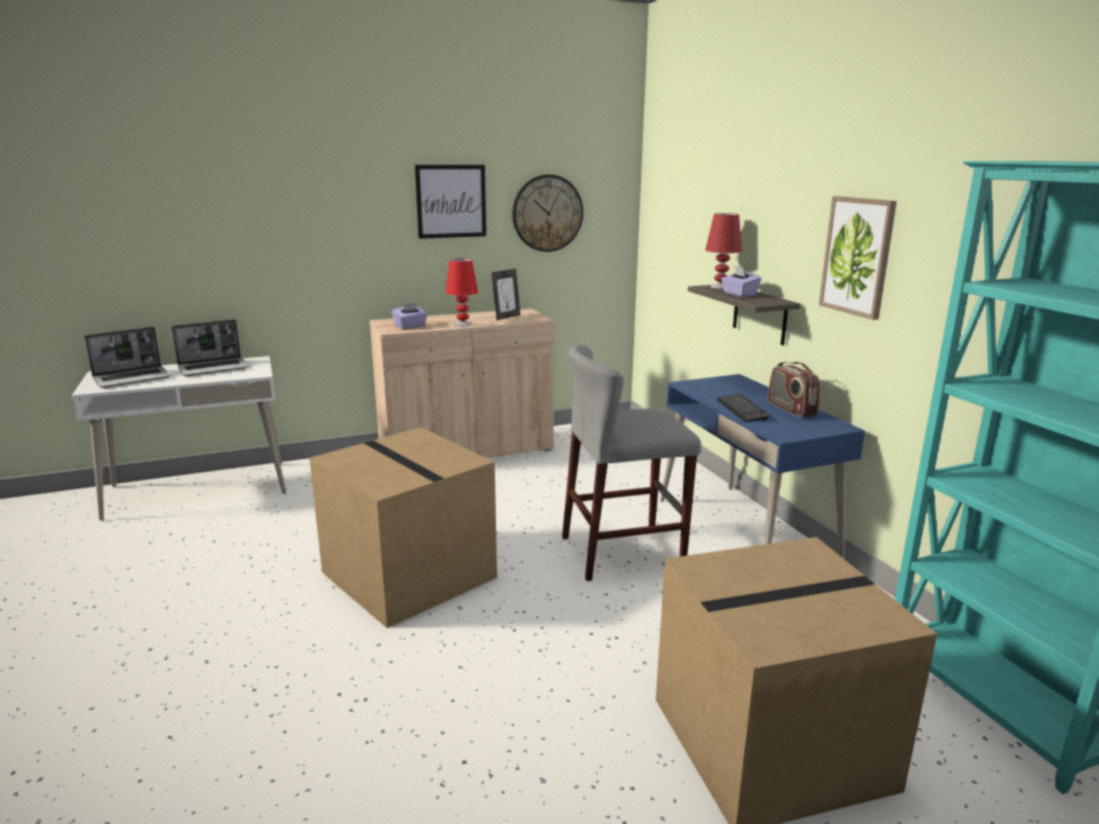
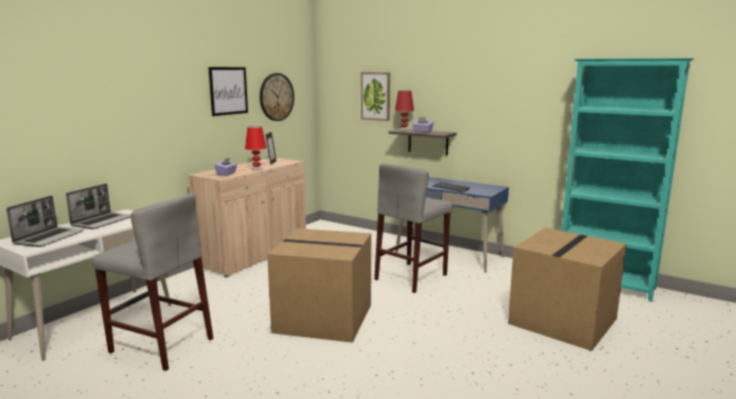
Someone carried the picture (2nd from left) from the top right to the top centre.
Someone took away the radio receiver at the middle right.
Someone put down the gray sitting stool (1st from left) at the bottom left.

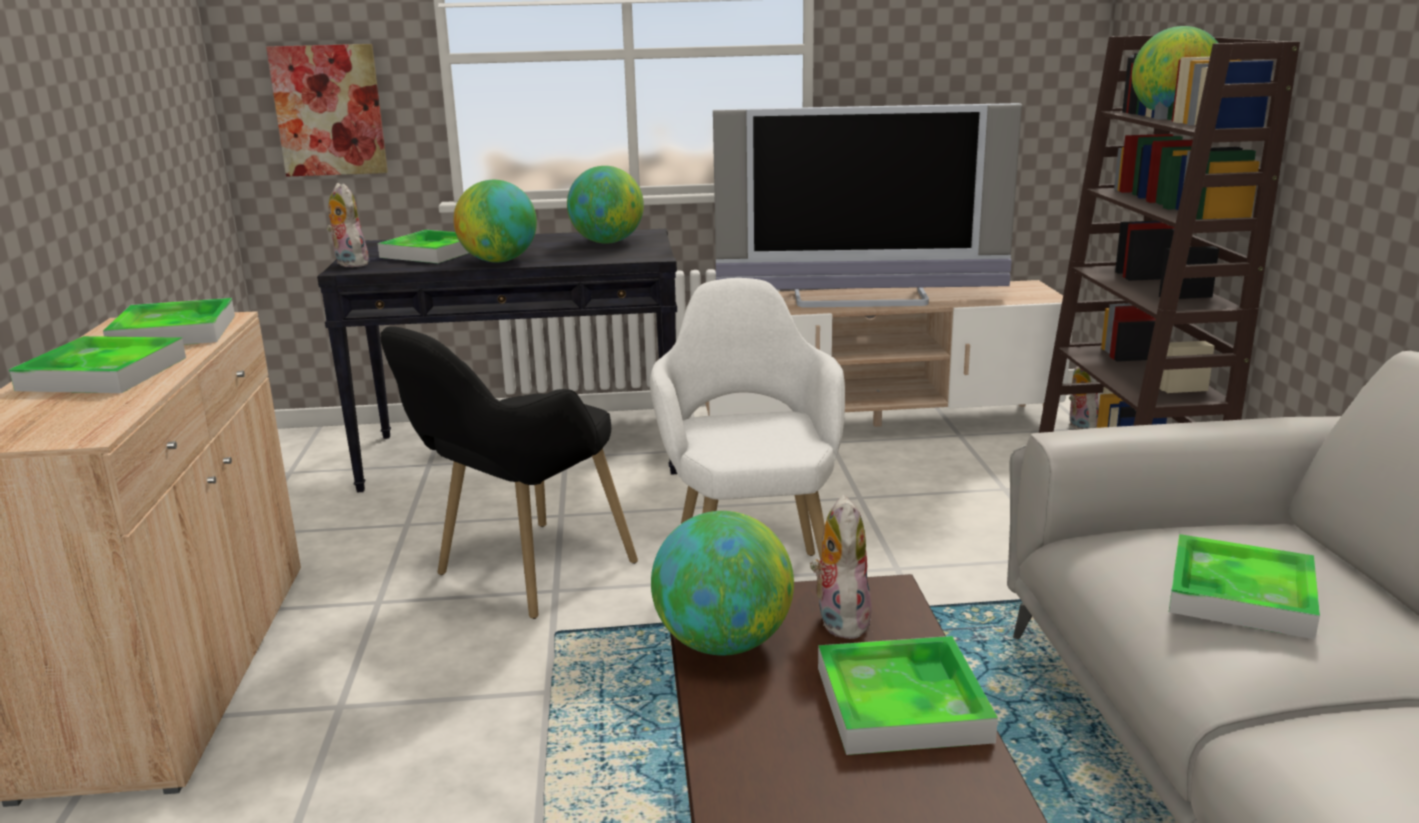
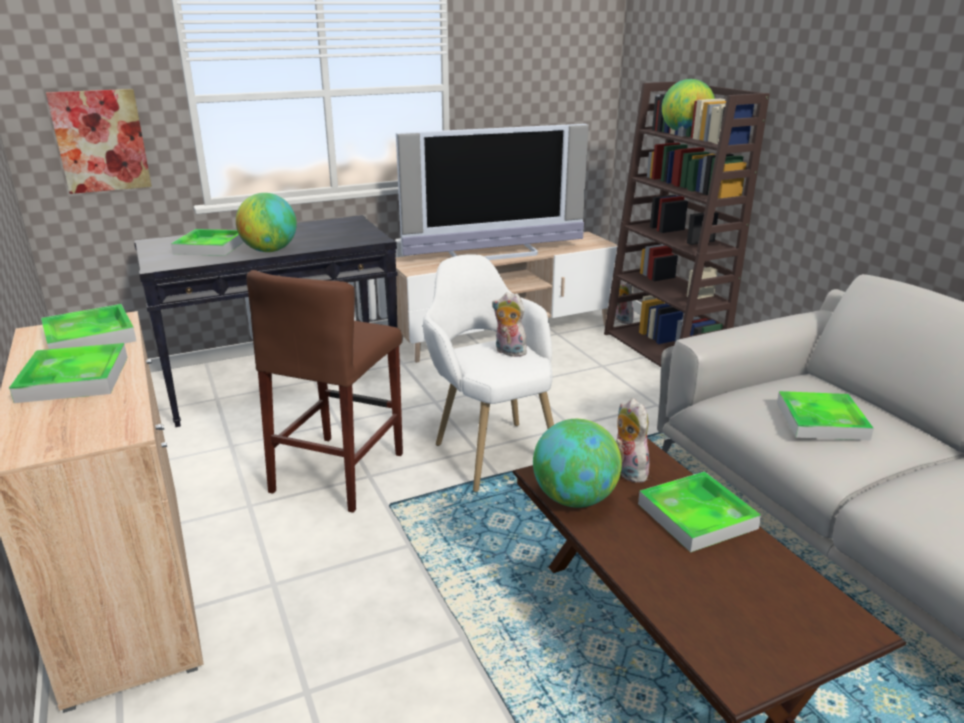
Someone took away the globe (2nd from left) at the top centre.
Someone carried the soft toy (1st from left) from the top left to the centre.
Someone swapped the black-coloured armchair at the centre for the brownish sitting stool at the centre.

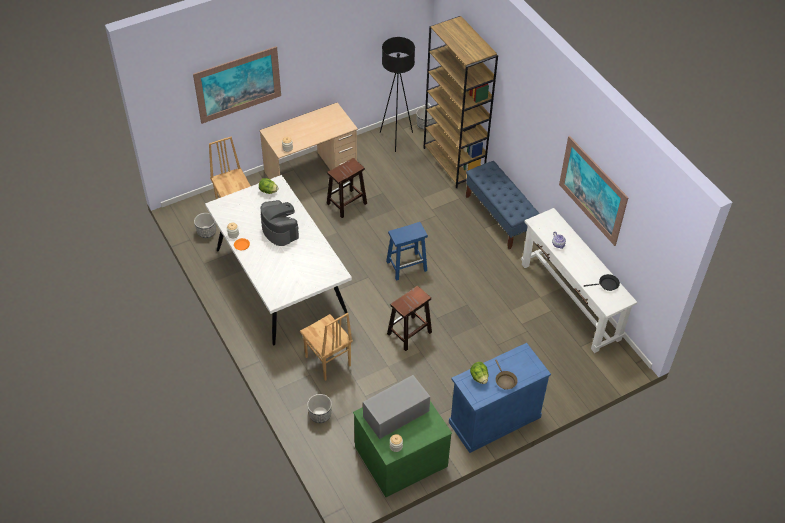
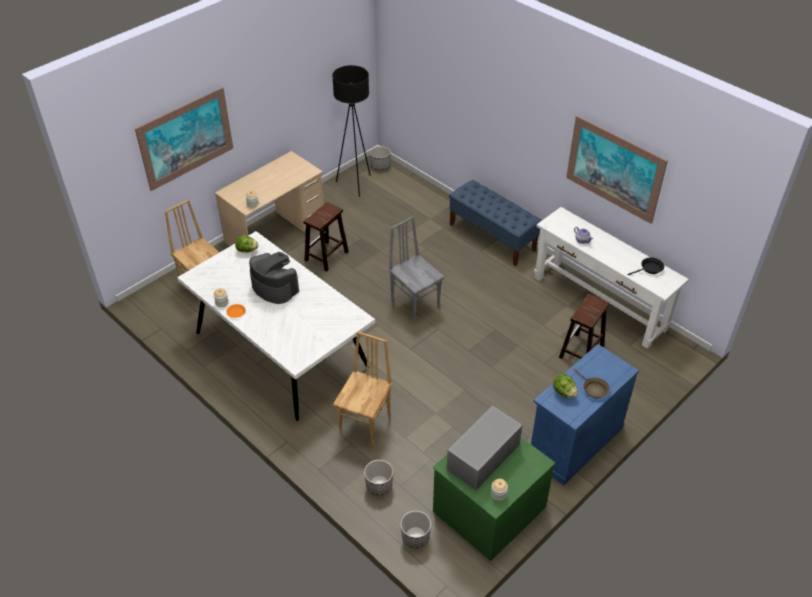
Someone took away the brownish bookshelf at the top centre.
Someone carried the plant pot (1st from left in the first image) from the middle left to the bottom centre.
Someone swapped the bluish sitting stool at the centre for the gray upright chair at the centre.
Someone carried the brownish sitting stool (2nd from left) from the centre to the middle right.
Someone rotated the brownish upright chair (2nd from left) at the centre by 105 degrees counterclockwise.

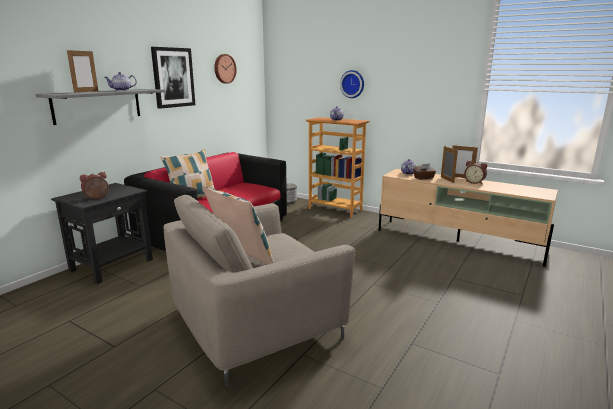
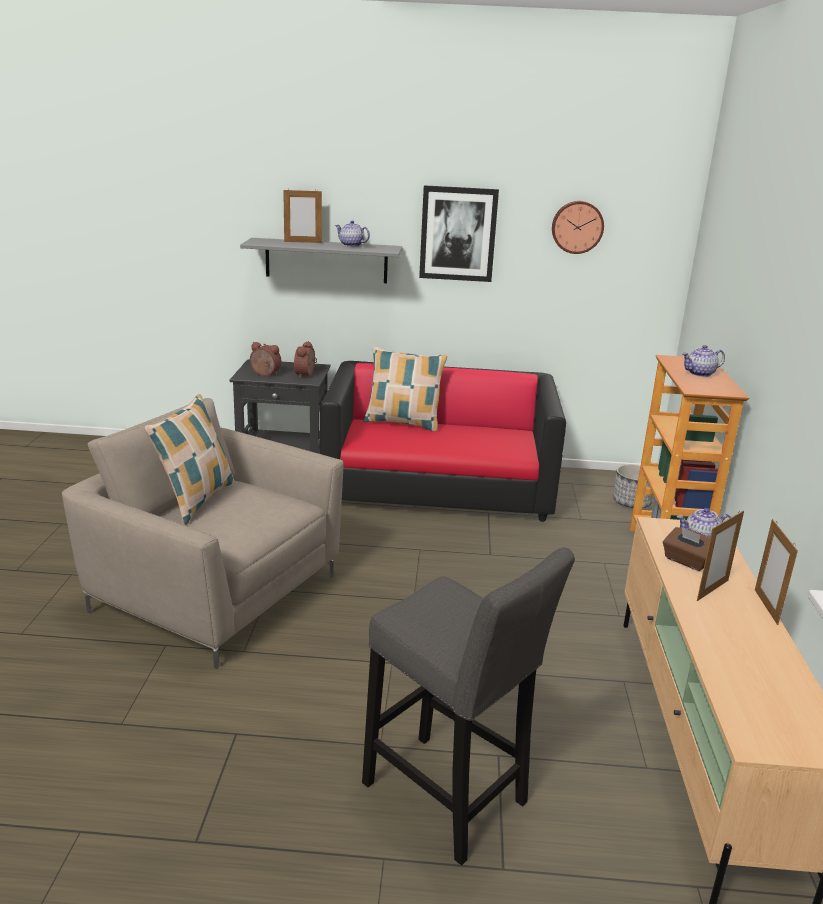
Someone took away the wall clock (2nd from left) at the top centre.
Someone carried the table clock (2nd from left) from the middle right to the centre.
Someone put down the gray sitting stool at the bottom centre.

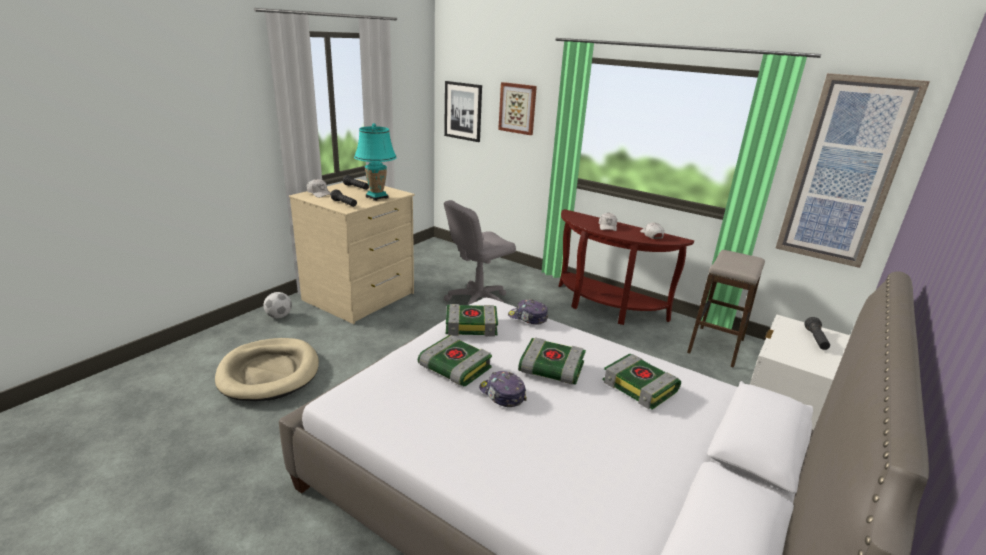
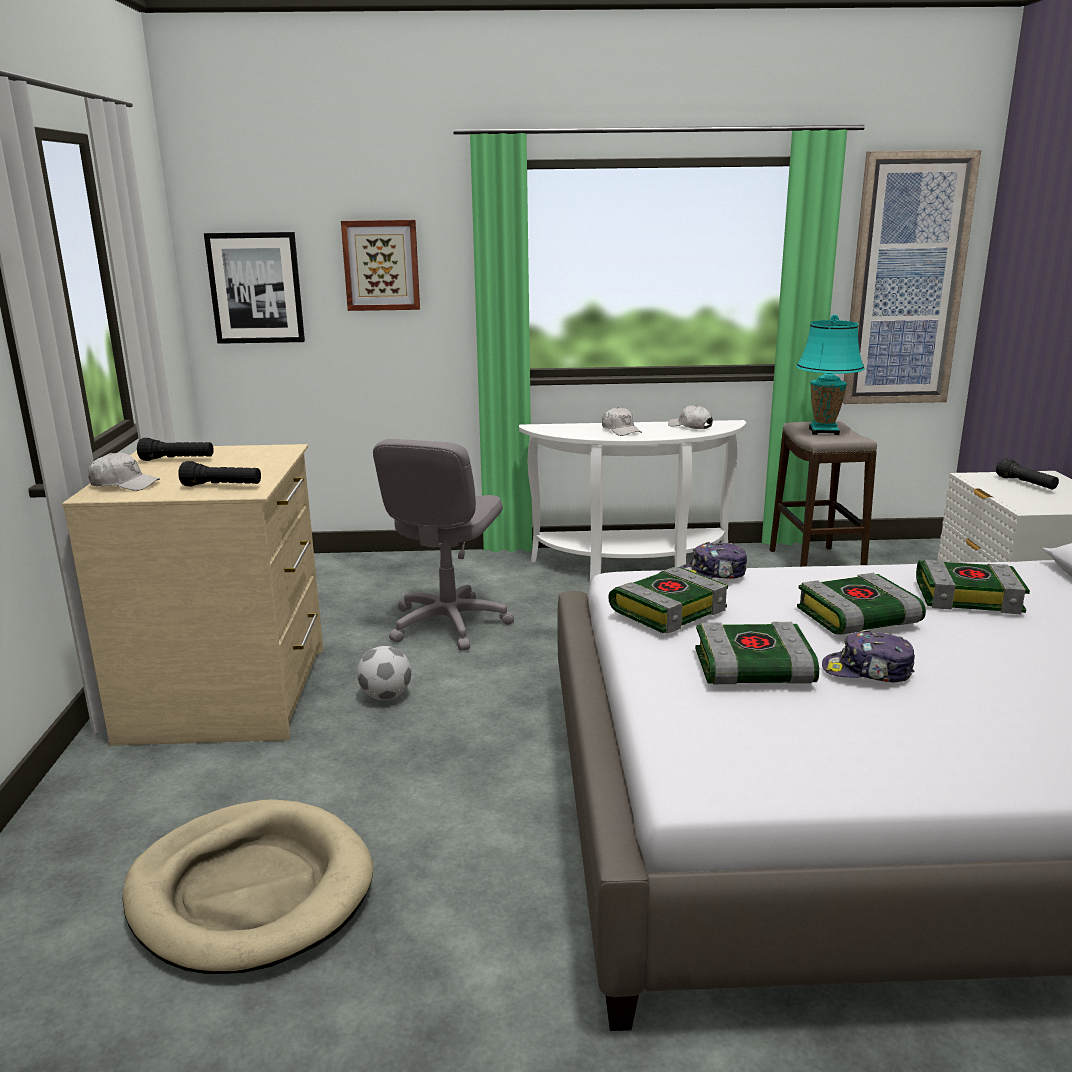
Someone carried the blue-green tabletop lamp from the top centre to the middle right.
Someone repainted the brownish hall table at the centre, which became the white hall table at the centre.
Someone carried the football ball from the middle left to the centre.

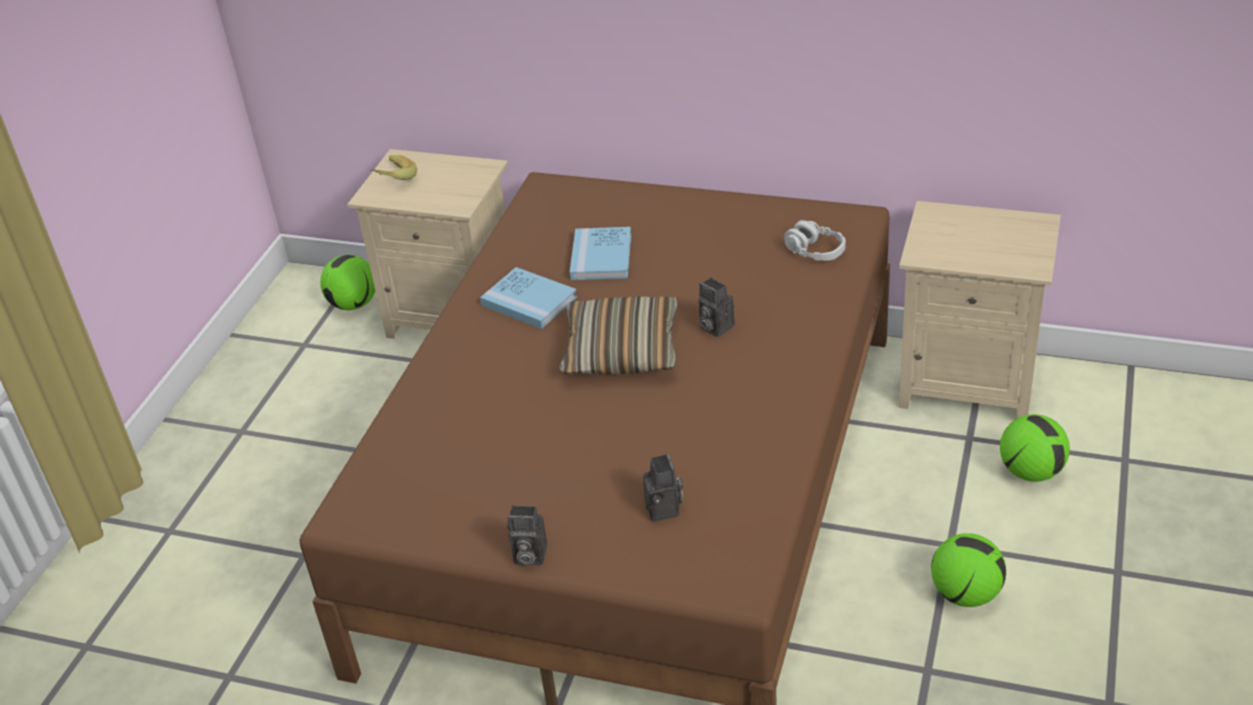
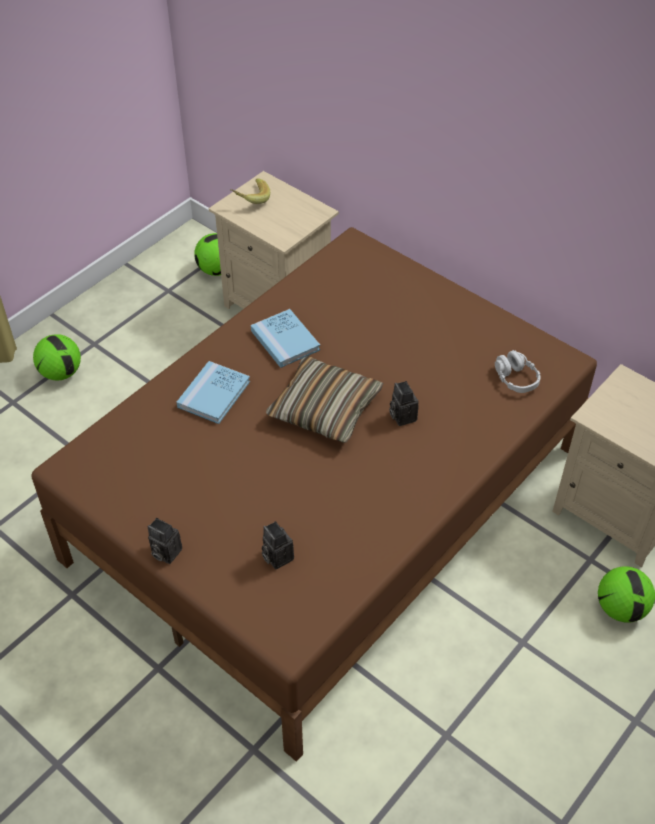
Someone carried the bluish book (2nd from left in the first image) from the centre to the middle left.
Someone rotated the still camera (2nd from left) at the bottom centre by 135 degrees clockwise.
Someone carried the football ball (2nd from left in the first image) from the bottom right to the middle left.

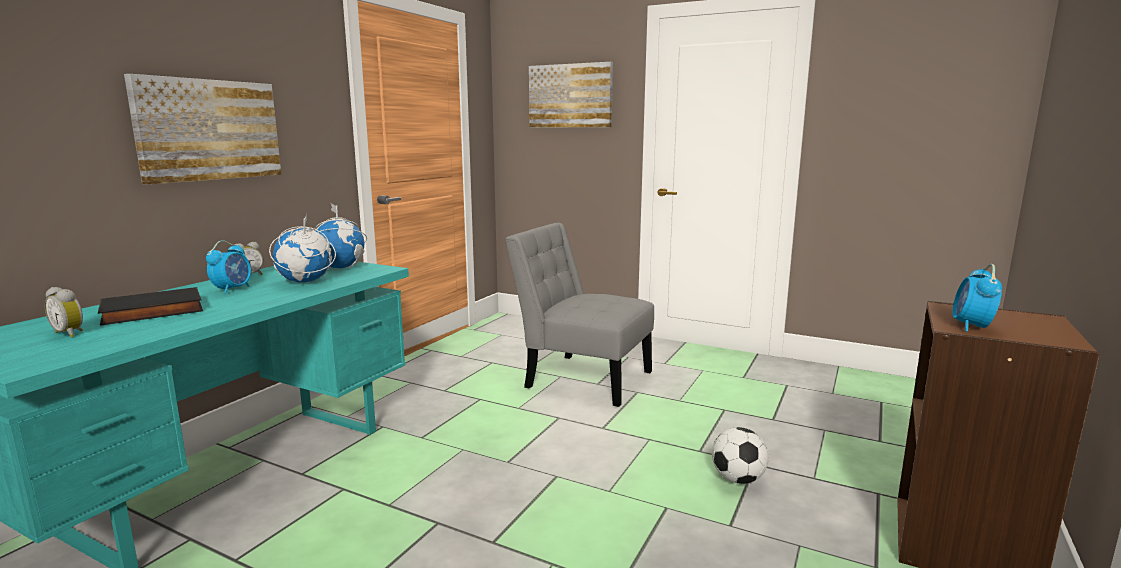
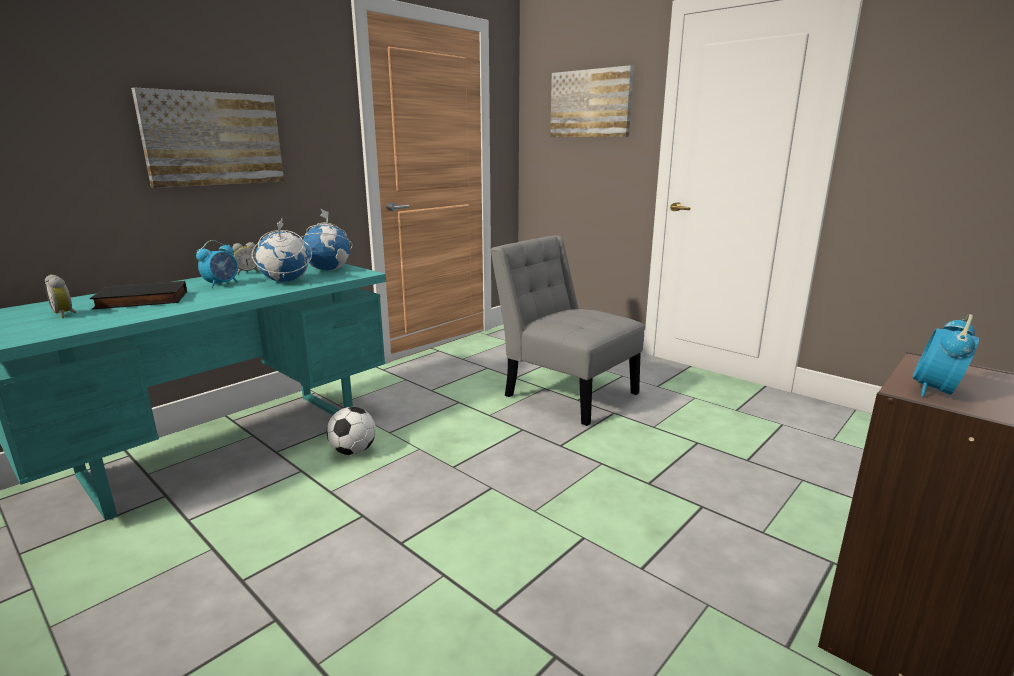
Someone carried the football ball from the bottom centre to the centre.

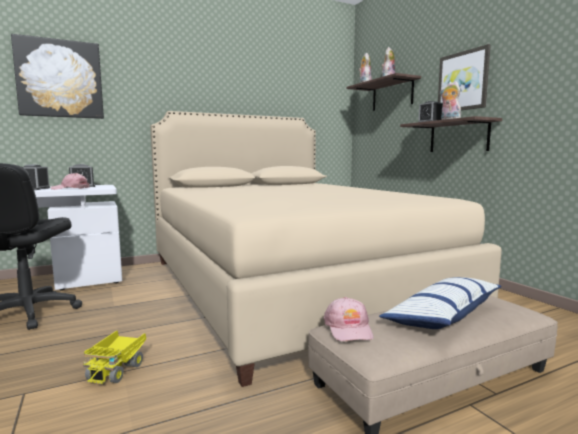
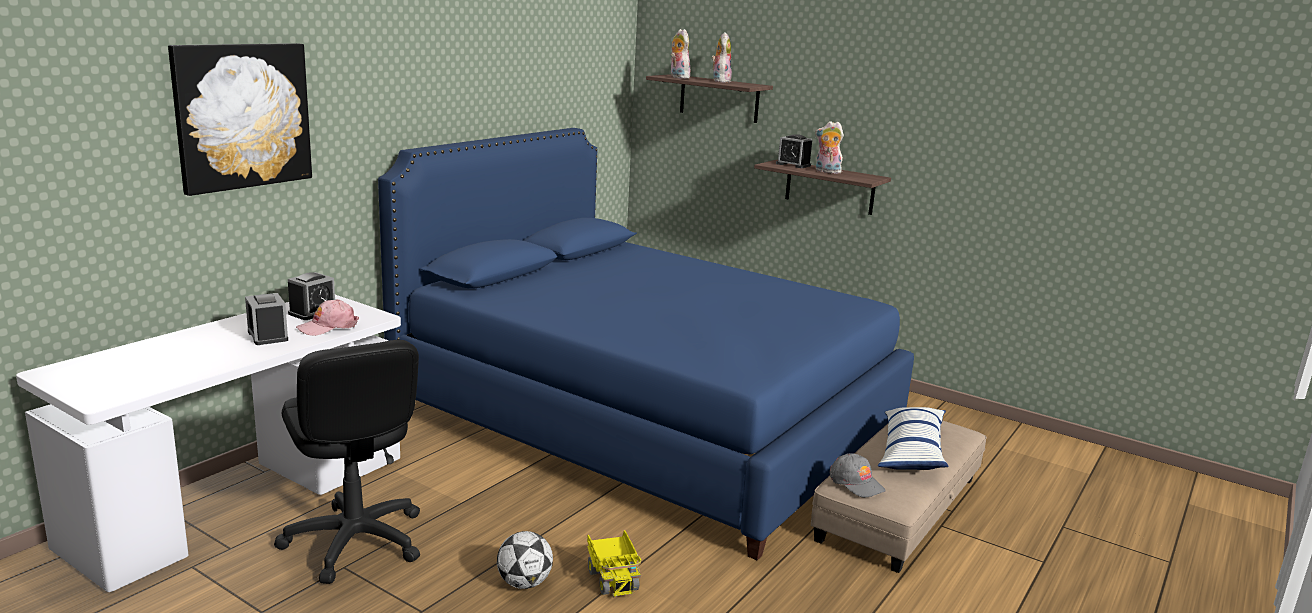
Someone took away the picture (2nd from left) at the top right.
Someone repainted the beige-coloured bedroom bed at the centre, which became the bluish bedroom bed at the centre.
Someone repainted the pinkish peaked cap (2nd from left) at the bottom centre, which became the gray peaked cap at the bottom centre.
Someone put down the football ball at the bottom centre.

